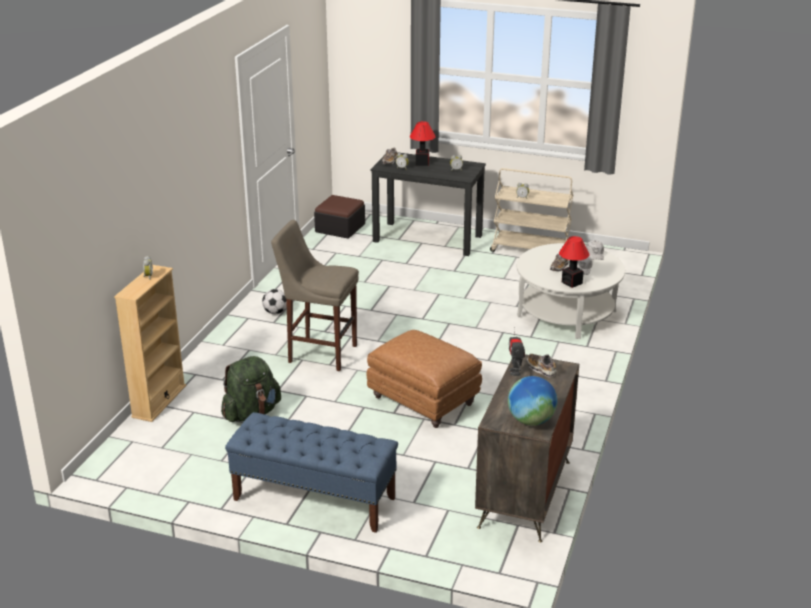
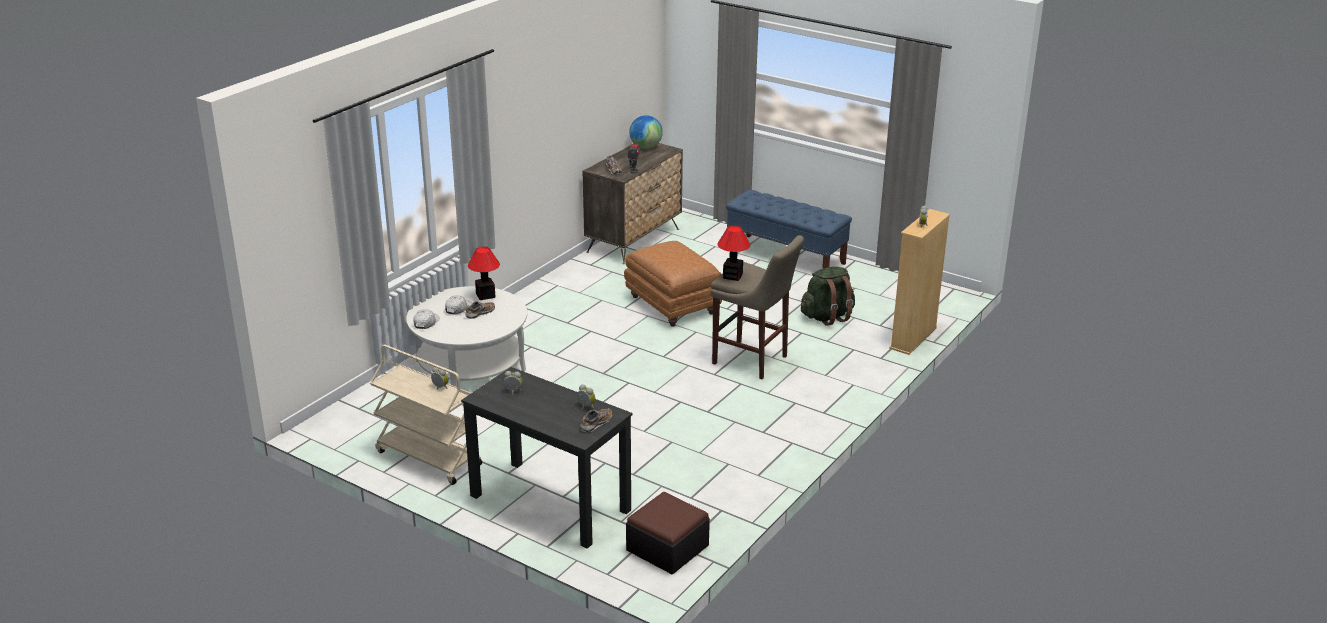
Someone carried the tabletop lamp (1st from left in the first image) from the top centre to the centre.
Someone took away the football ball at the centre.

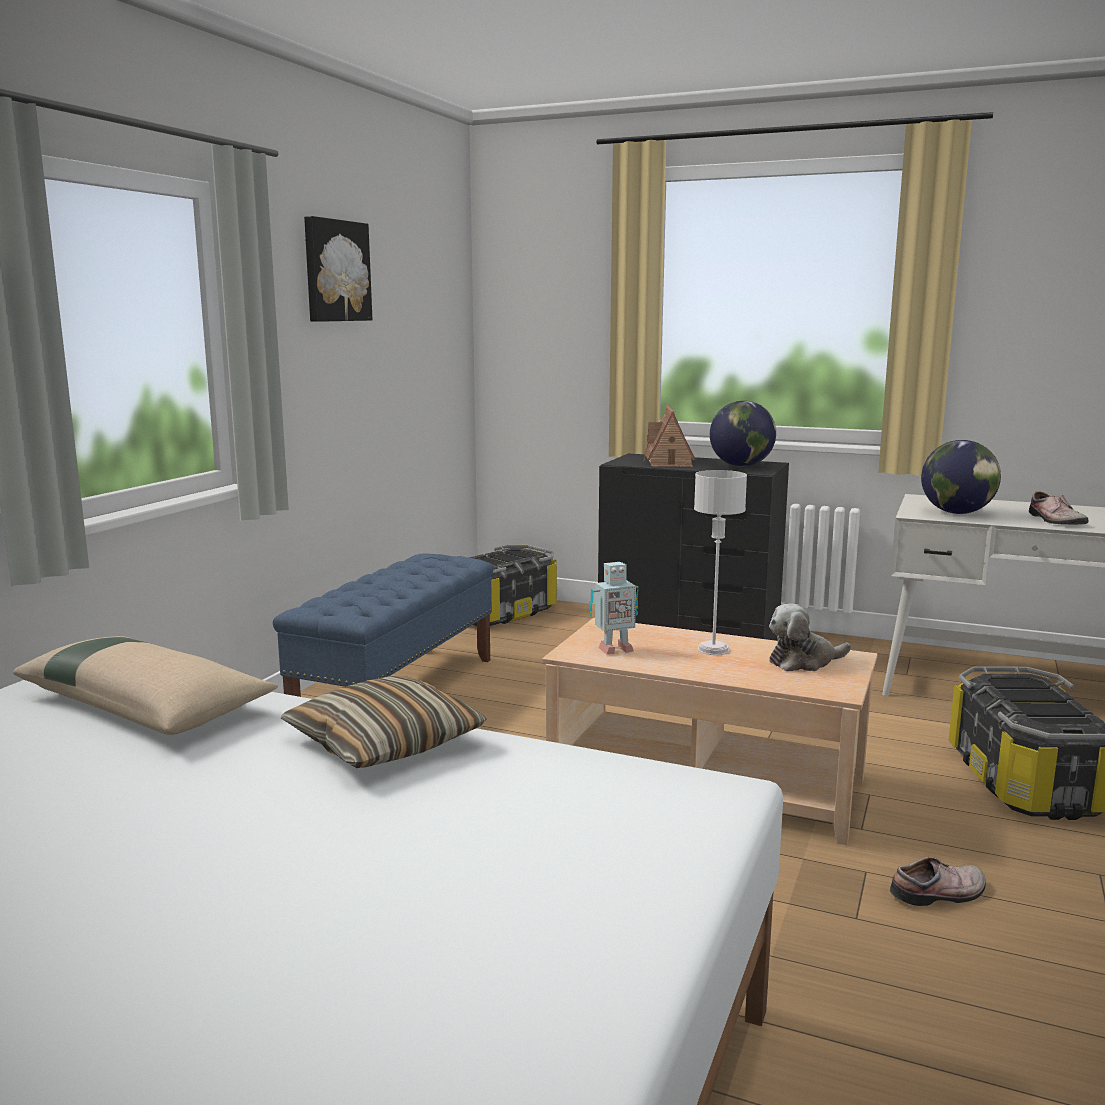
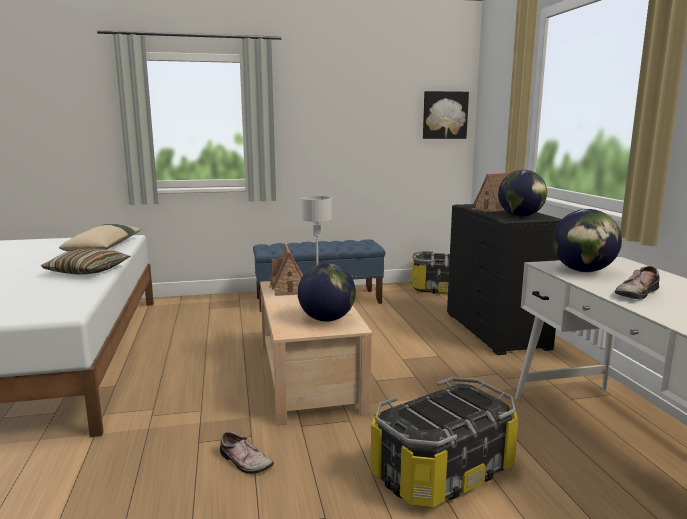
Someone carried the picture from the top left to the top centre.
Someone swapped the robot figure at the centre for the toy house (1st from left) at the centre.
Someone swapped the soft toy at the middle right for the globe (1st from left) at the centre.

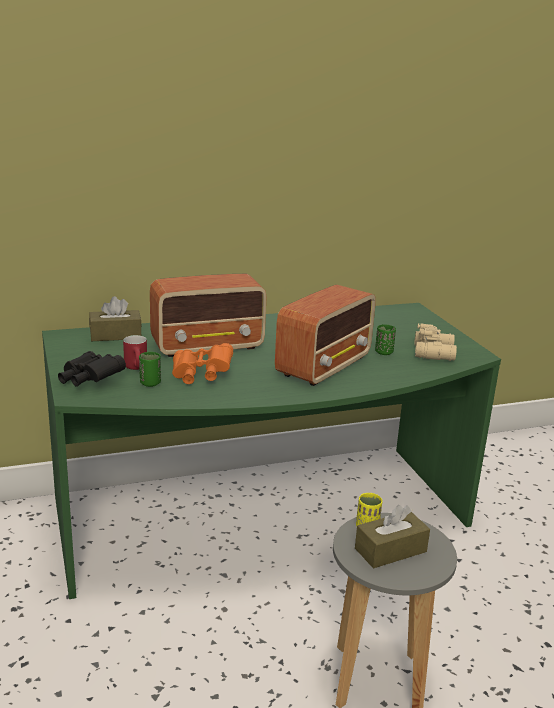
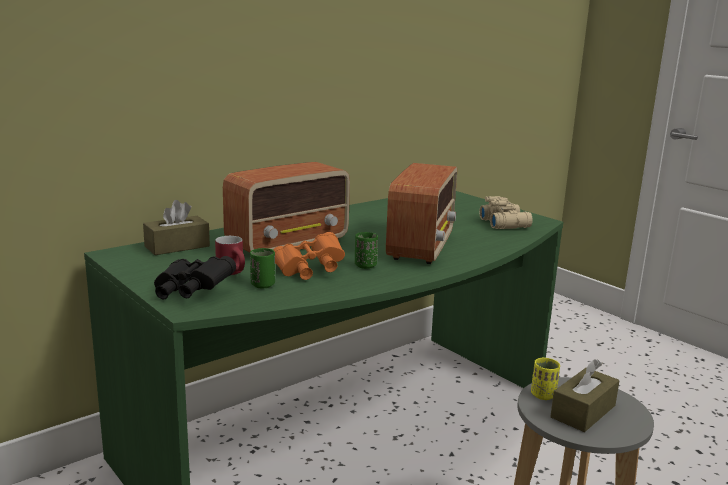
Someone carried the greenish cup (2nd from left) from the middle right to the centre.

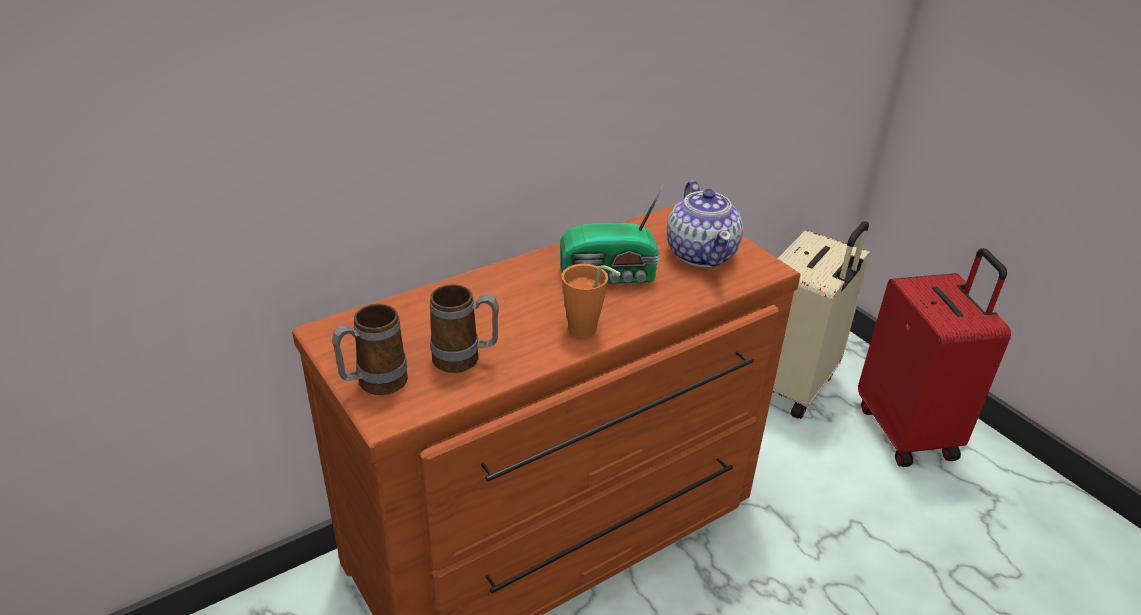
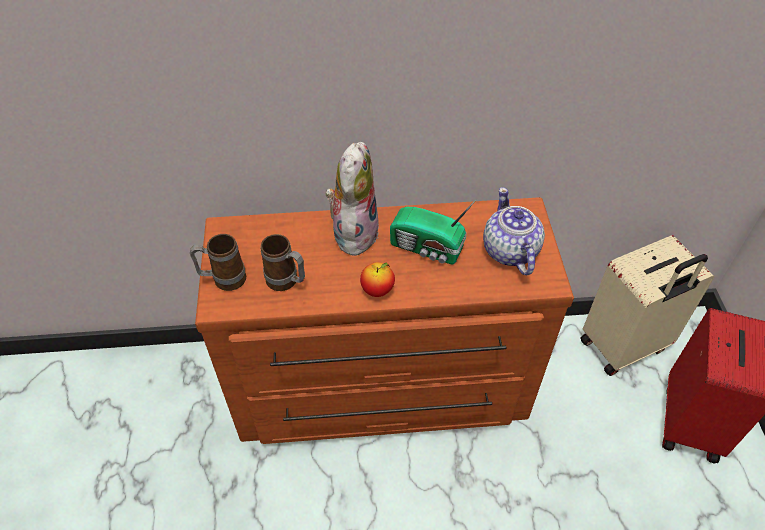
Someone rotated the pot for tea at the centre by 150 degrees clockwise.
Someone swapped the orange-coloured cup at the centre for the whole apple at the centre.
Someone put down the soft toy at the centre.

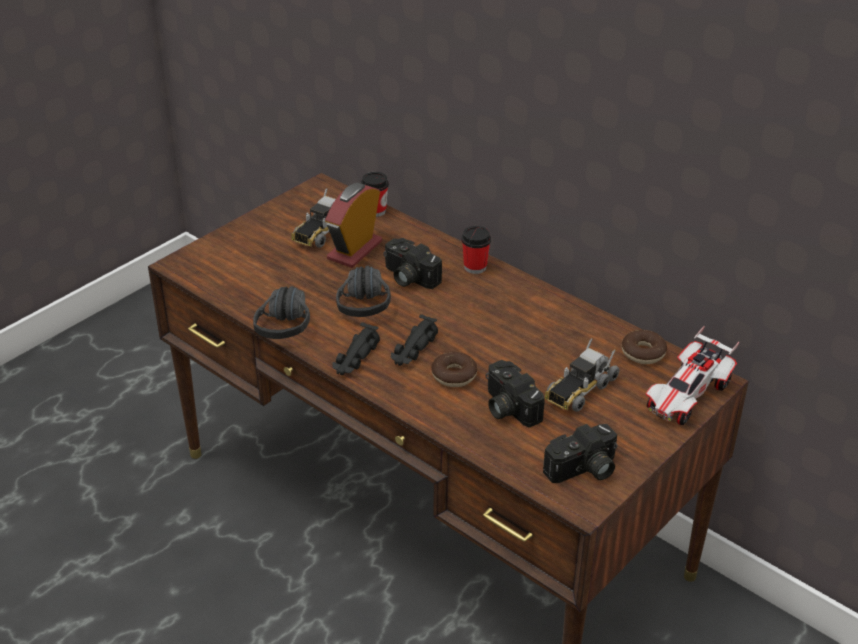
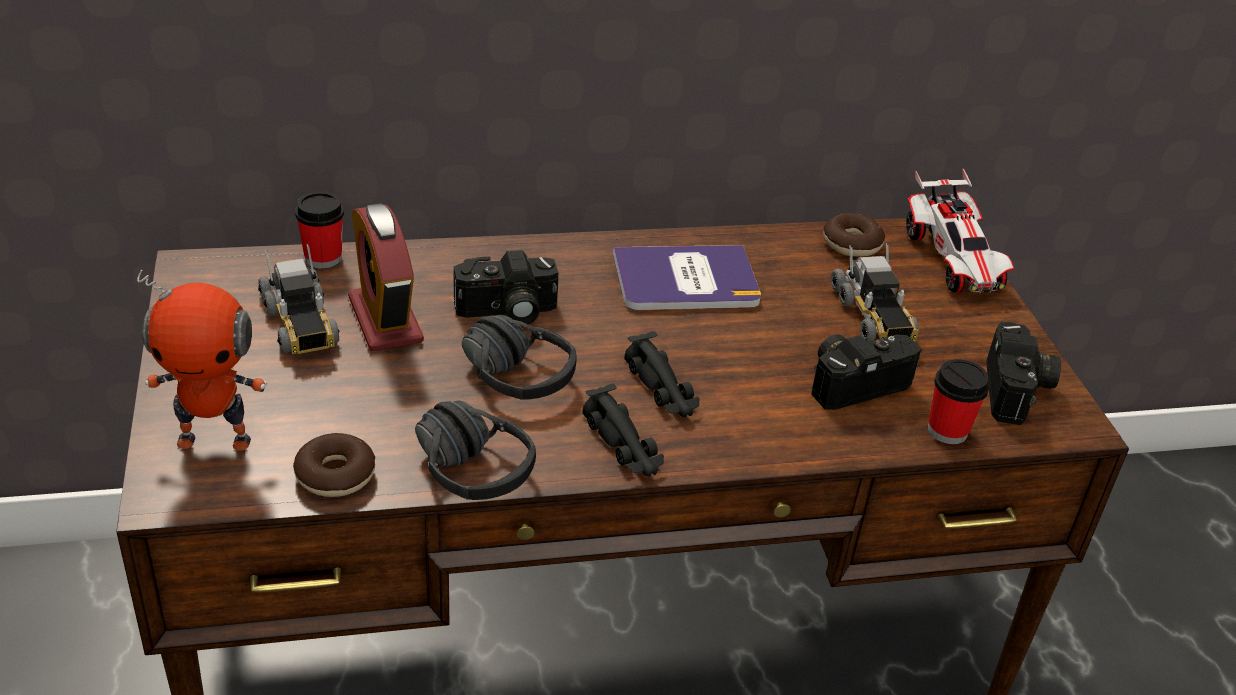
Someone carried the cup (2nd from left) from the centre to the middle right.
Someone carried the ring doughnut (1st from left) from the centre to the bottom left.
Someone rotated the still camera (2nd from left) at the centre by 150 degrees clockwise.
Someone put down the book at the centre.
Someone put down the robot figure at the middle left.

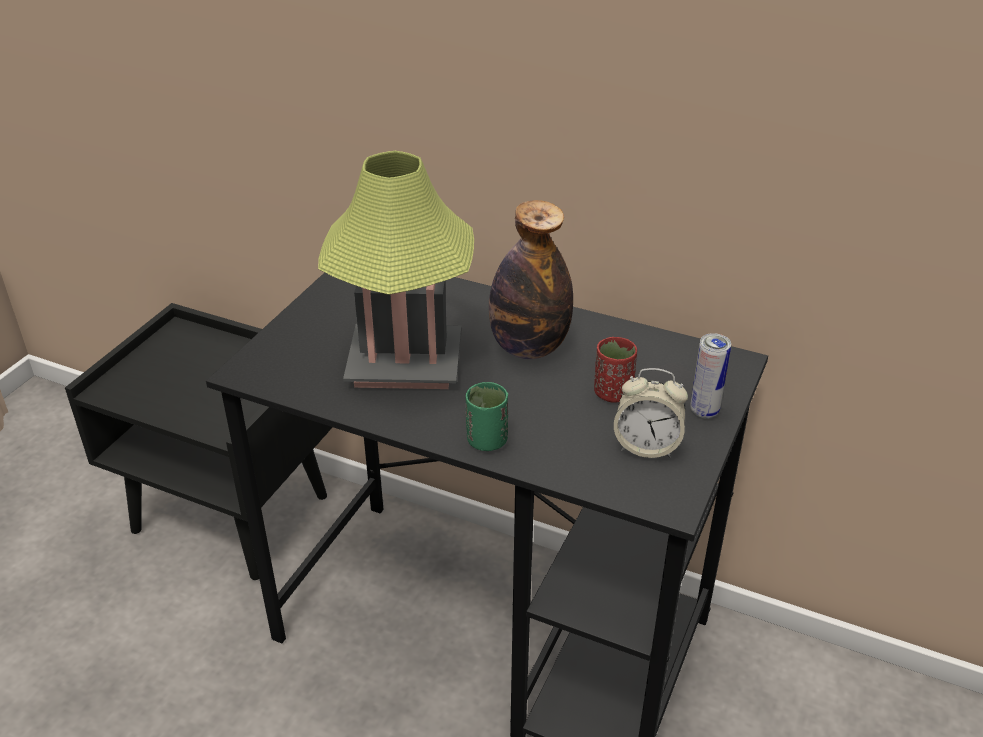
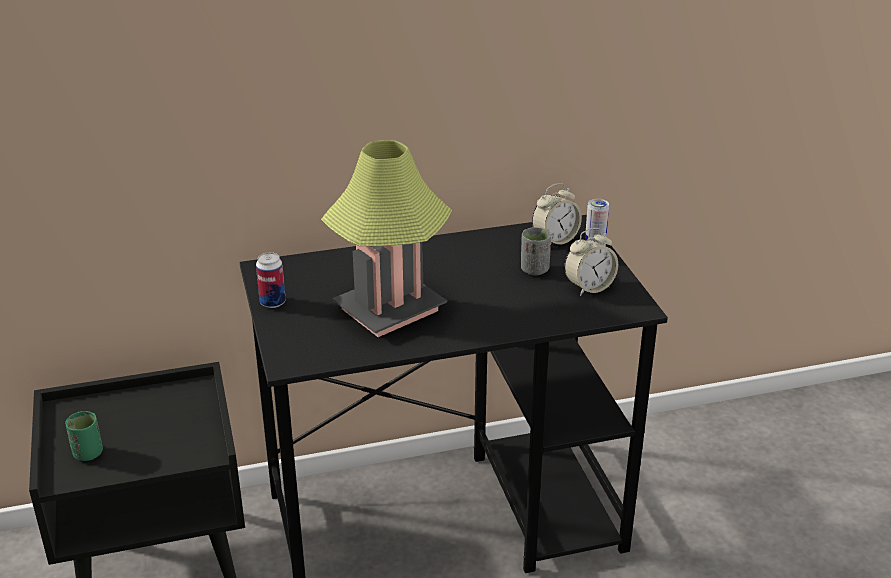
Someone took away the bottle at the centre.
Someone repainted the red-coloured cup at the centre, which became the gray cup at the centre.
Someone carried the greenish cup from the centre to the bottom left.
Someone put down the table clock (1st from left) at the centre.
Someone put down the metal can (1st from left) at the middle left.

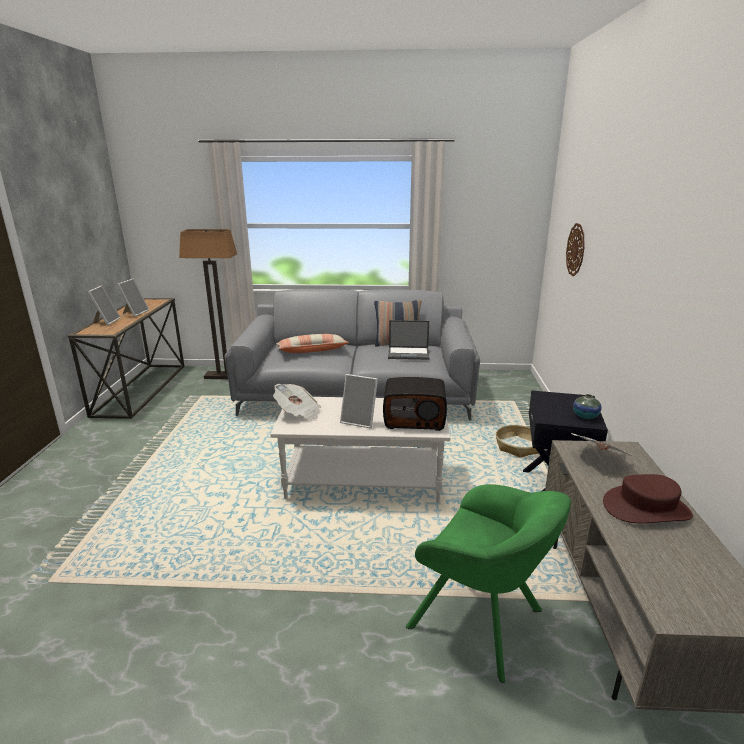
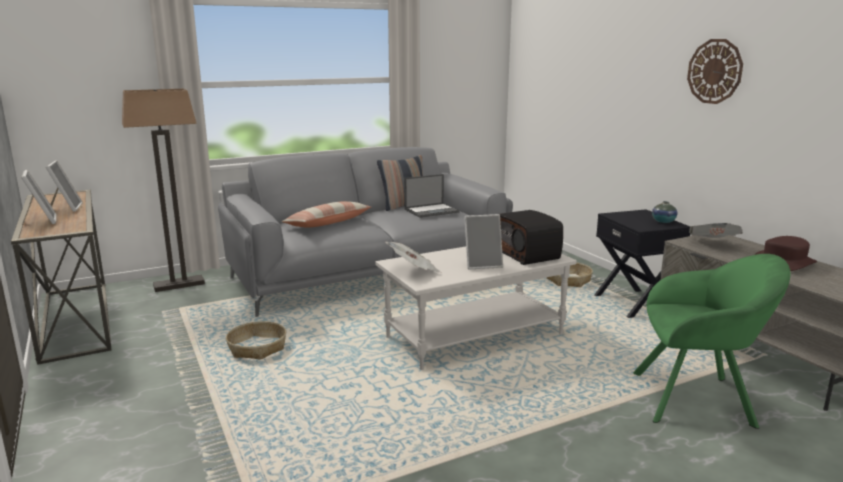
Someone carried the wall clock from the middle right to the top right.
Someone rotated the radio receiver at the centre by 90 degrees clockwise.
Someone put down the basket (1st from left) at the bottom left.

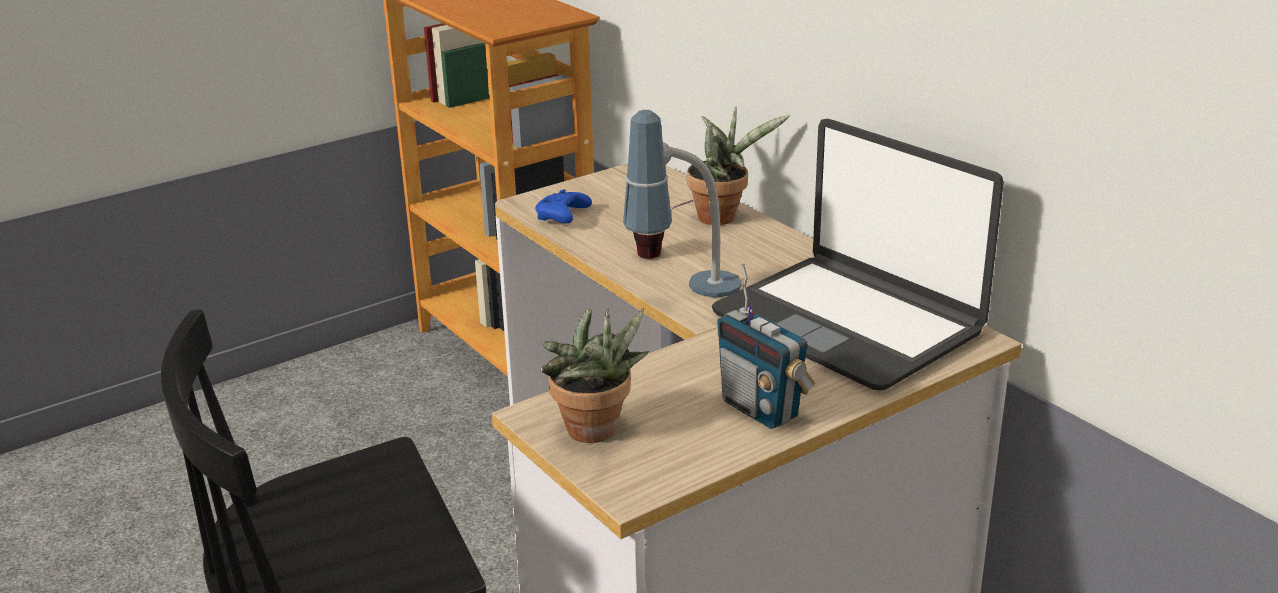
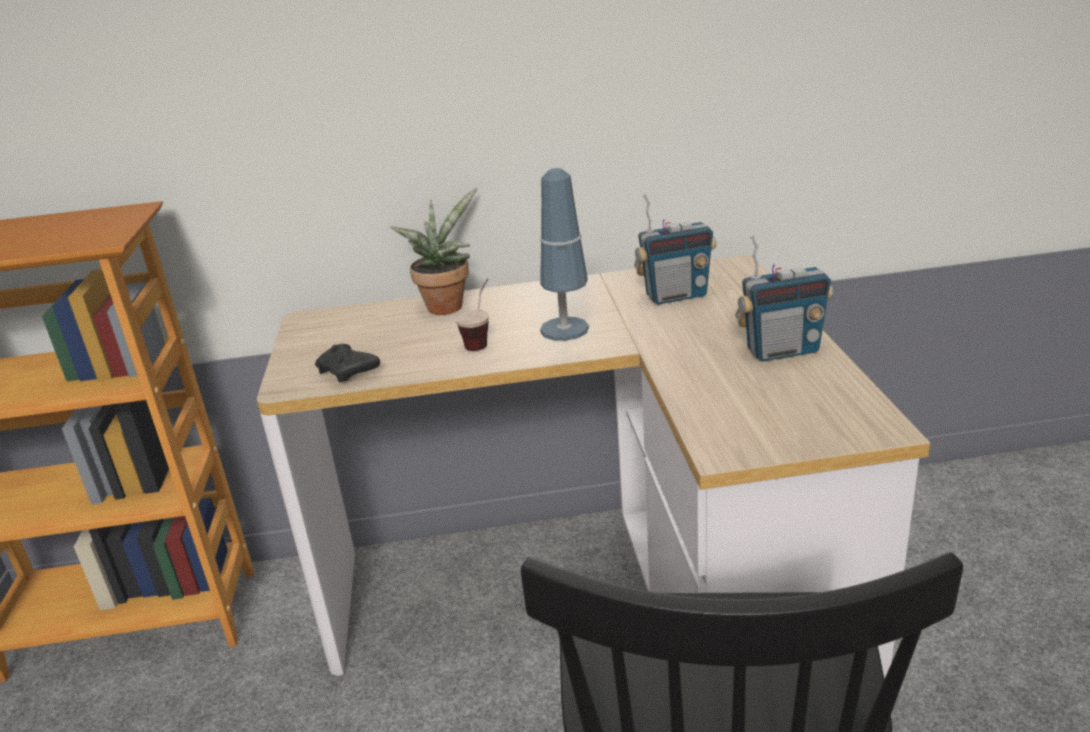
Someone swapped the portable computer at the middle right for the radio receiver (1st from left) at the centre.
Someone repainted the bluish gamepad at the centre, which became the black-coloured gamepad at the middle left.
Someone took away the houseplant (1st from left) at the centre.

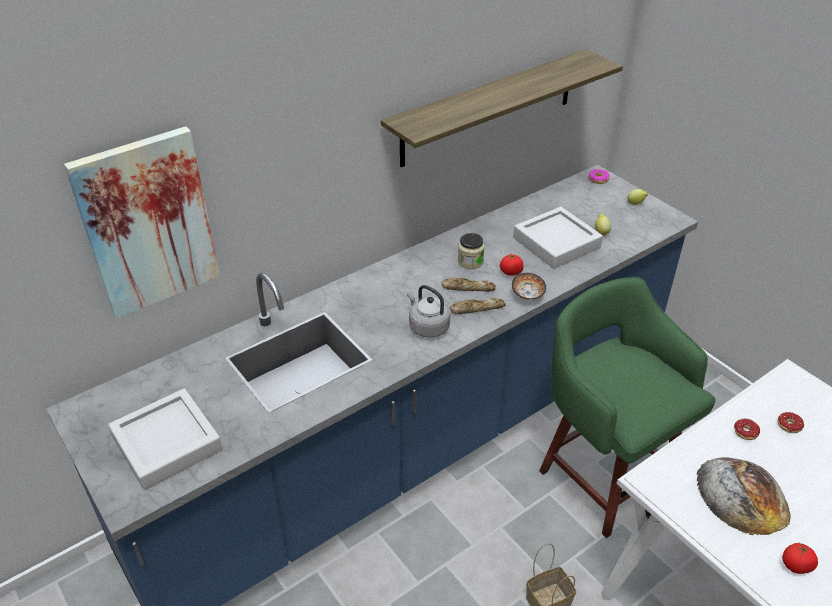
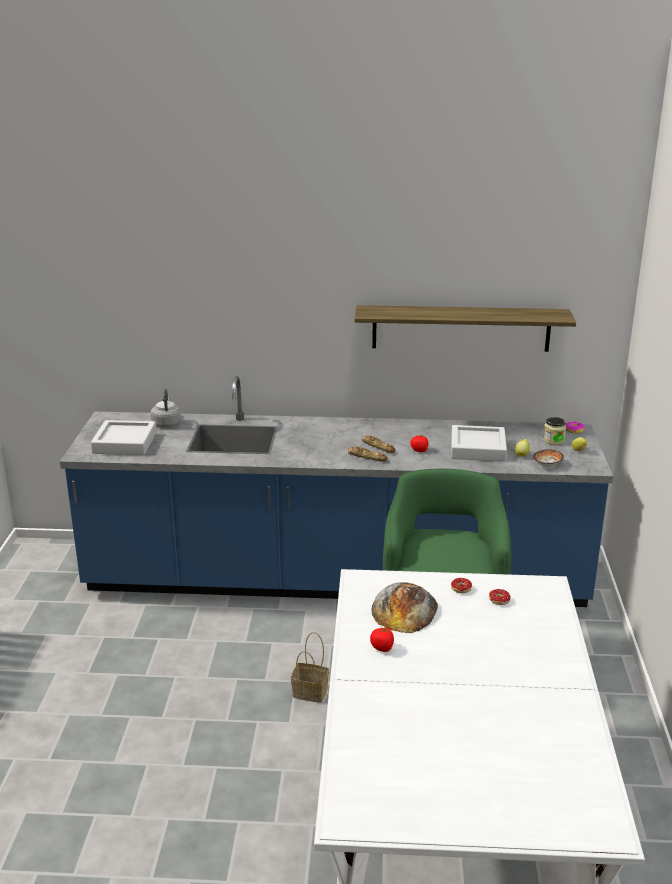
Someone took away the picture at the middle left.
Someone carried the storage jar from the centre to the middle right.
Someone carried the serving bowl from the centre to the middle right.
Someone carried the gray kettle from the centre to the middle left.

